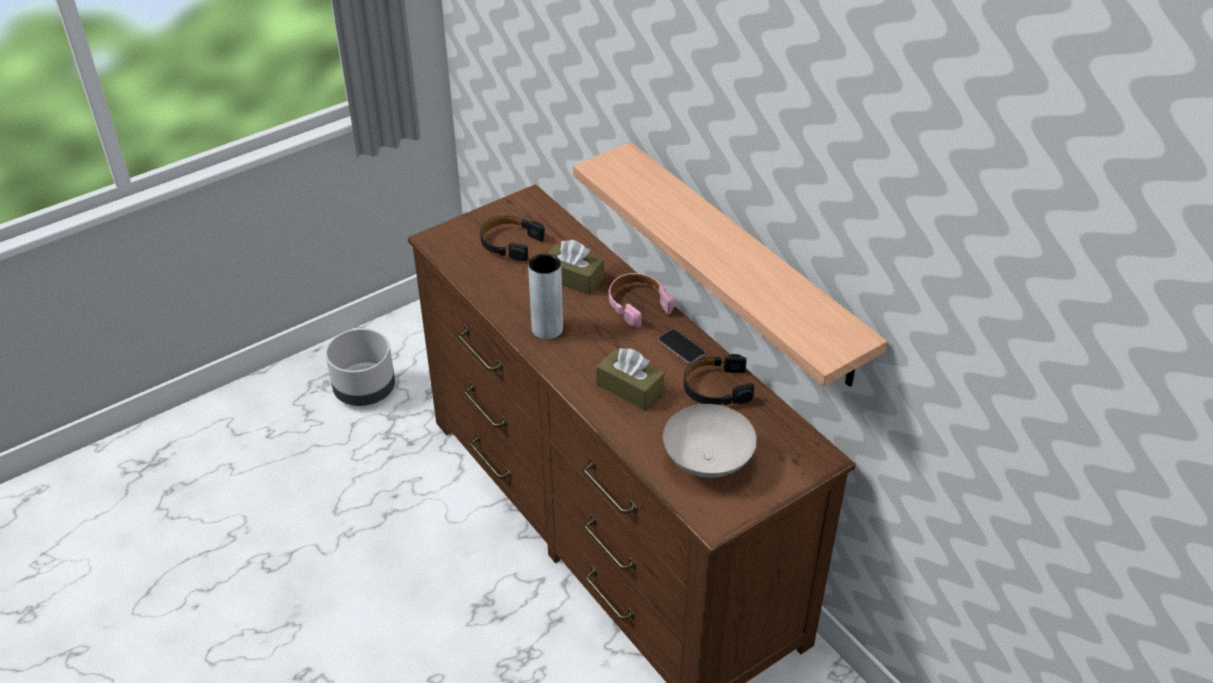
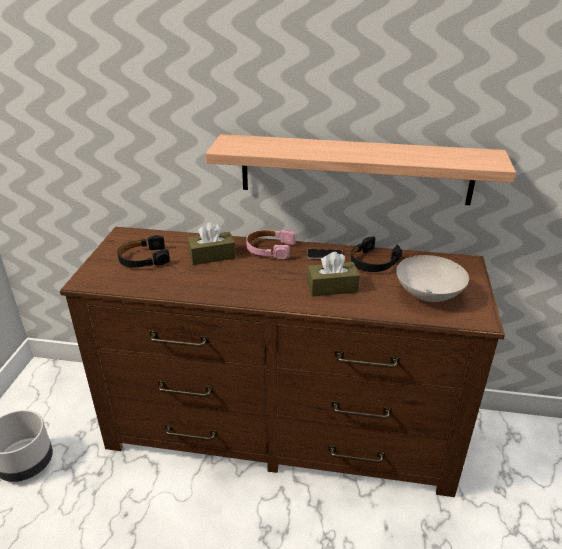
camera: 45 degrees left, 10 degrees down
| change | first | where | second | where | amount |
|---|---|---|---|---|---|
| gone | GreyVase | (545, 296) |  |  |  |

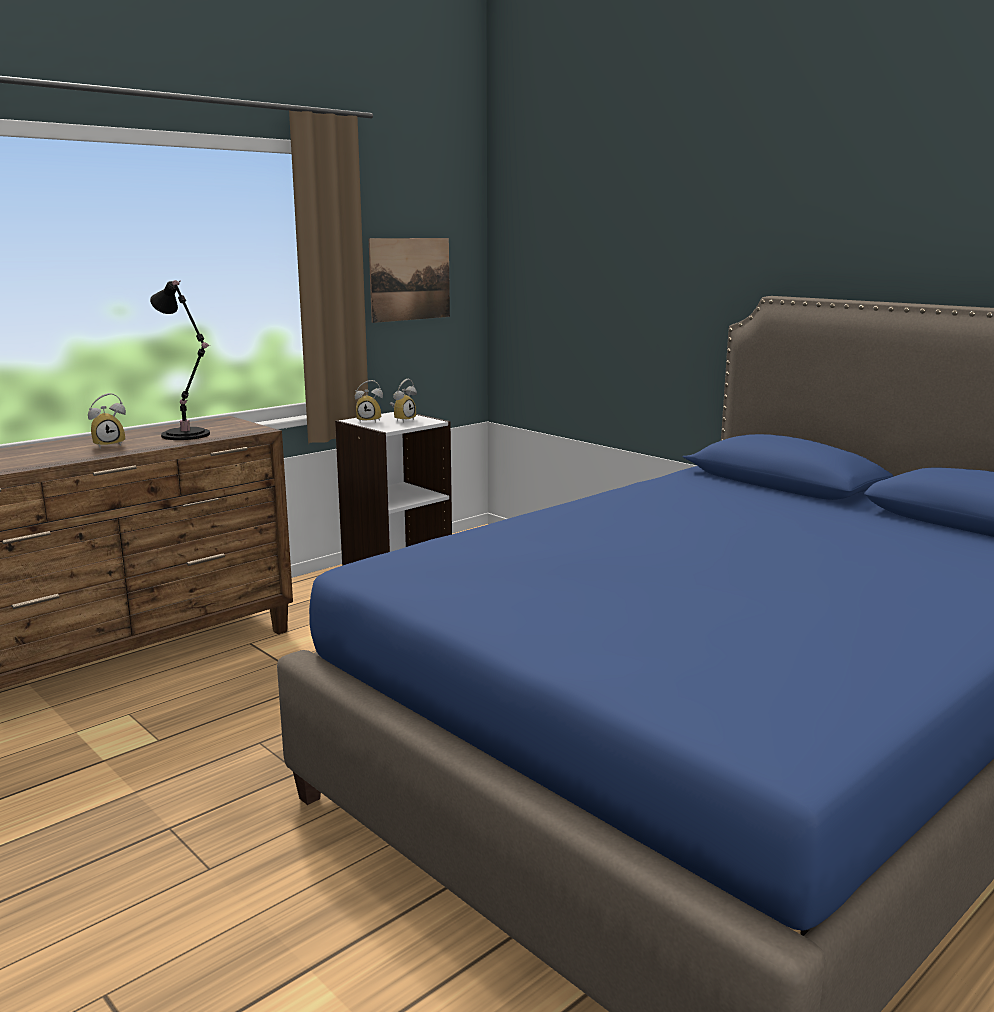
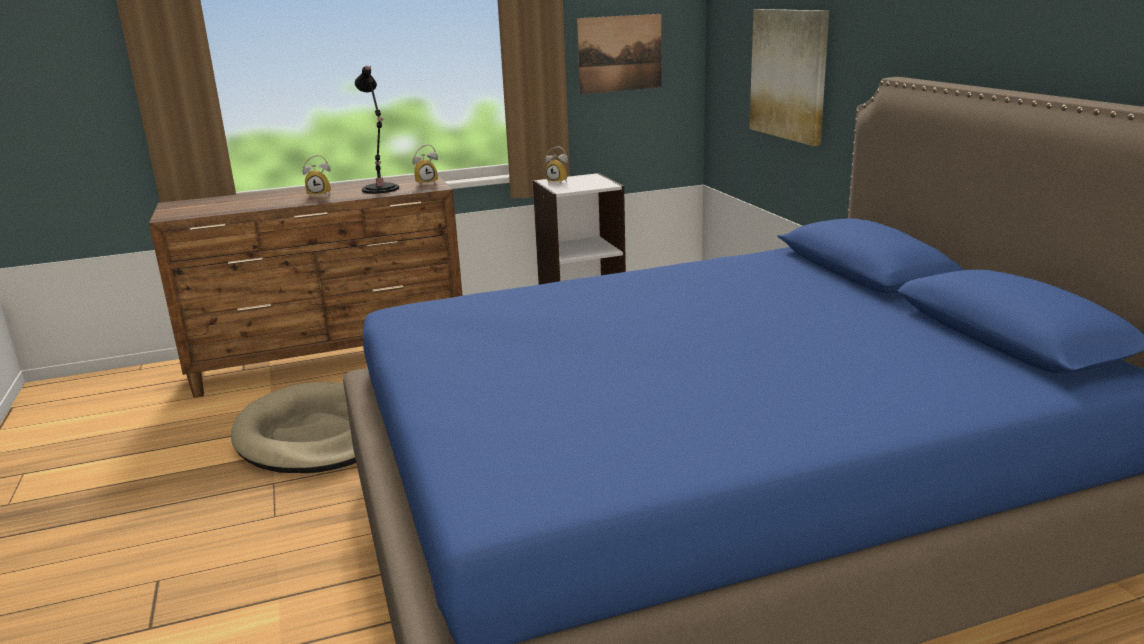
camera: 25 degrees right, 5 degrees up
| change | first | where | second | where | amount |
|---|---|---|---|---|---|
| shifted | AlarmClock | (403, 401) |  | (425, 165) |  |
| new |  |  | BeigeDogBed | (293, 427) |  |
| new |  |  | Picture | (789, 77) |  |

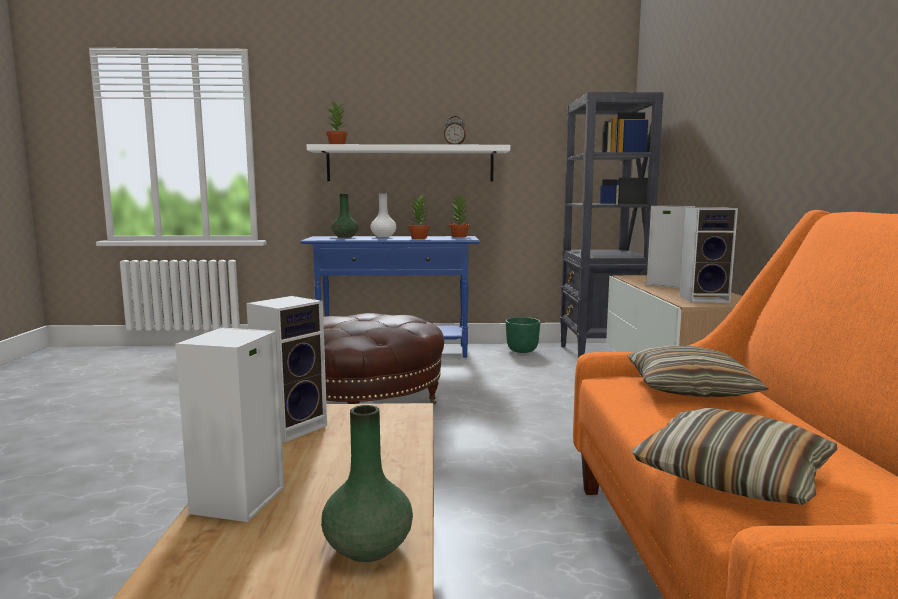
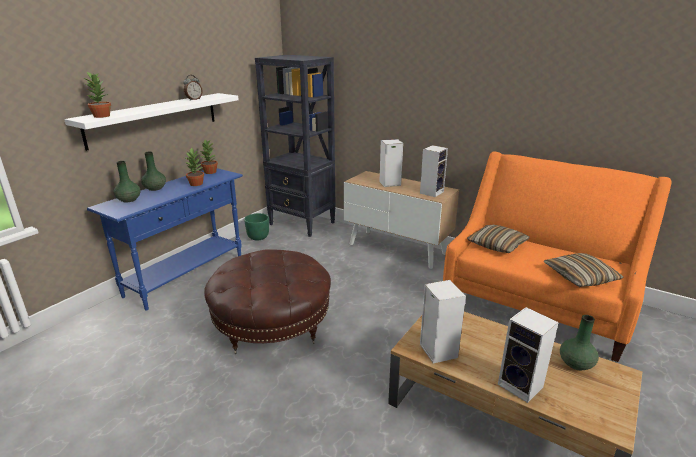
camera: 55 degrees left, 15 degrees up
| change | first | where | second | where | amount |
|---|---|---|---|---|---|
| repainted | WhiteVase | (384, 215) | GreenVase | (153, 171) |  |

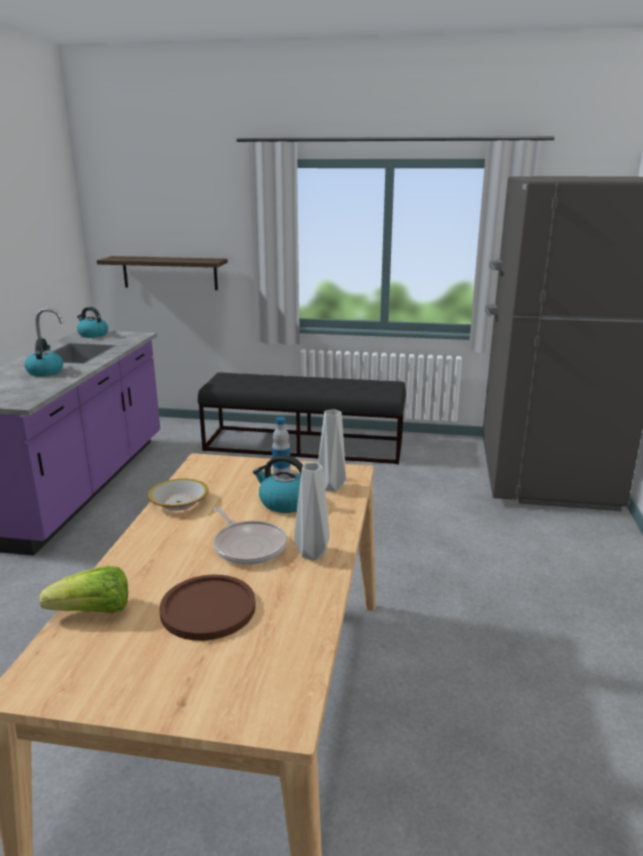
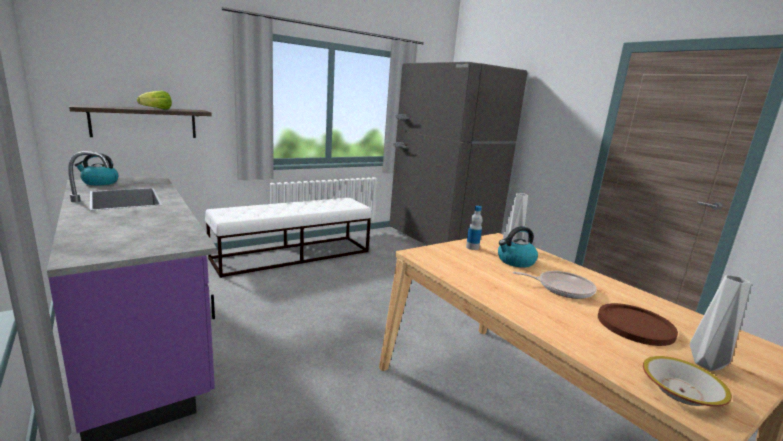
camera: 45 degrees left, 5 degrees down
| change | first | where | second | where | amount |
|---|---|---|---|---|---|
| gone | Kettle | (43, 357) |  |  |  |
| shifted | Lettuce | (84, 589) |  | (154, 100) |  |
| shifted | Bowl | (178, 494) |  | (687, 381) |  |
| repainted | BlackBench | (302, 418) | WhiteBench | (288, 237) |  |
| shifted | GreyVase | (312, 511) |  | (720, 323) |  |

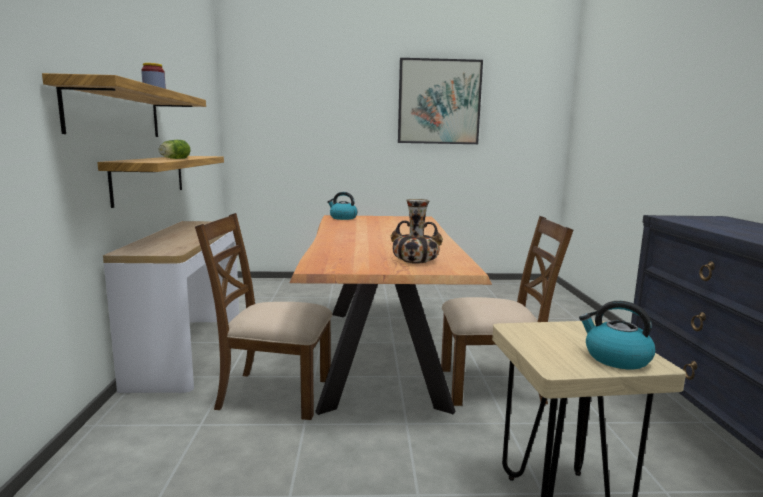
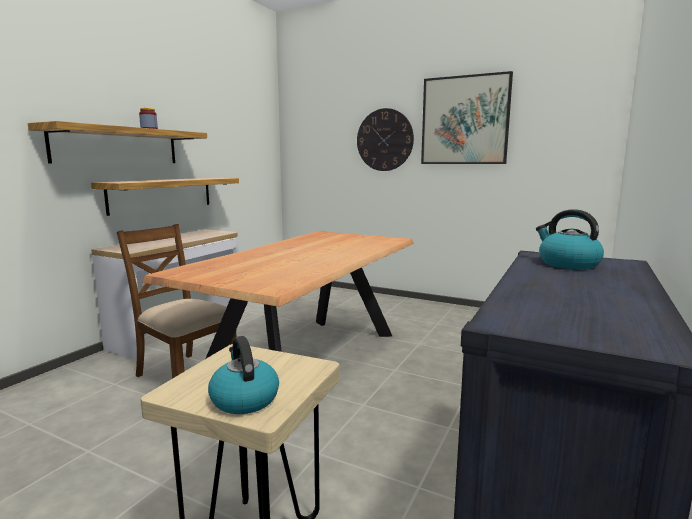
camera: 30 degrees right, 0 degrees up
| change | first | where | second | where | amount |
|---|---|---|---|---|---|
| gone | Lettuce | (174, 149) |  |  |  |
| shifted | Kettle | (342, 206) |  | (570, 239) |  |
| gone | Vase | (417, 231) |  |  |  |
| gone | BrownChair | (507, 311) |  |  |  |
| new |  |  | WallClock | (385, 139) |  |

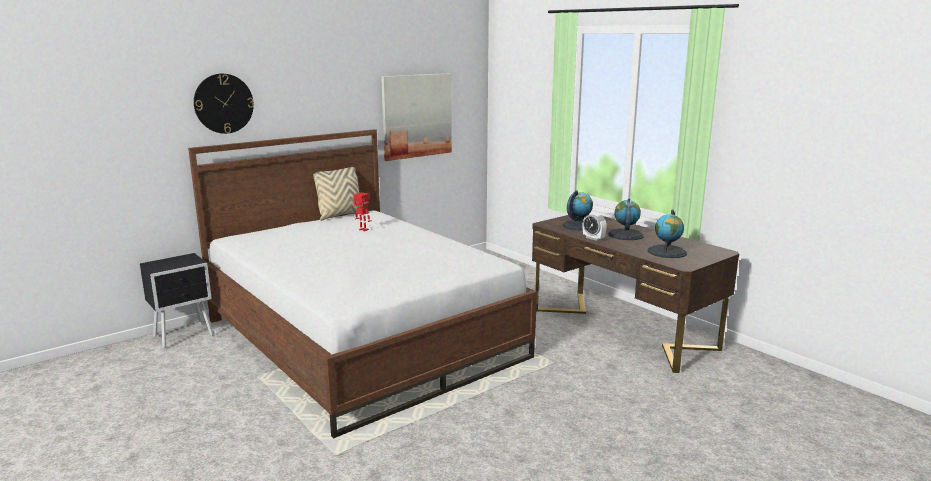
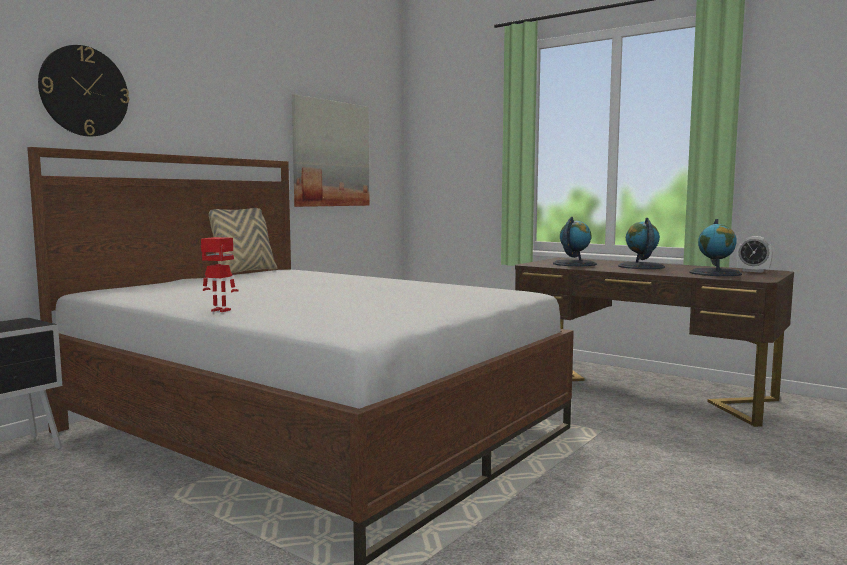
camera: 15 degrees left, 10 degrees down
| change | first | where | second | where | amount |
|---|---|---|---|---|---|
| shifted | ToyRobot | (362, 211) |  | (220, 274) |  |
| shifted | AlarmClock | (595, 226) |  | (754, 254) |  |

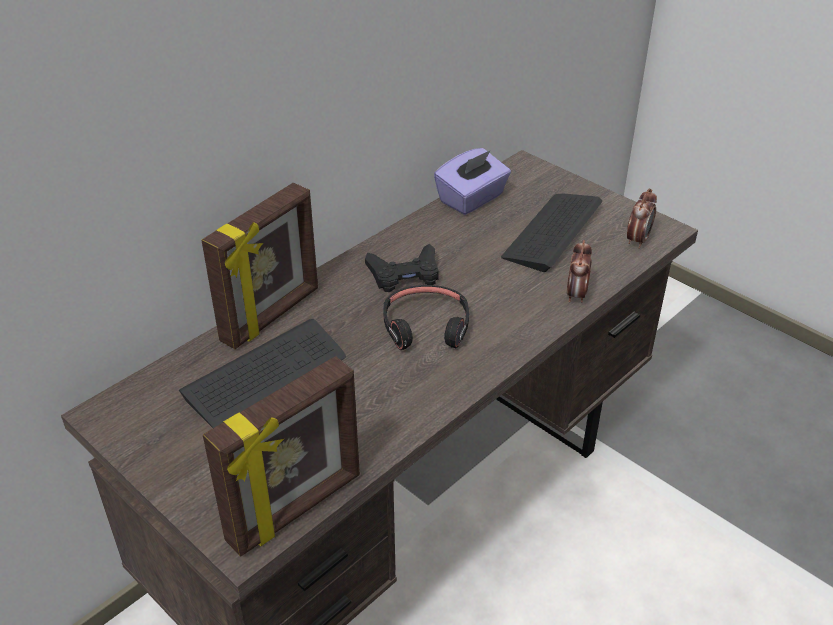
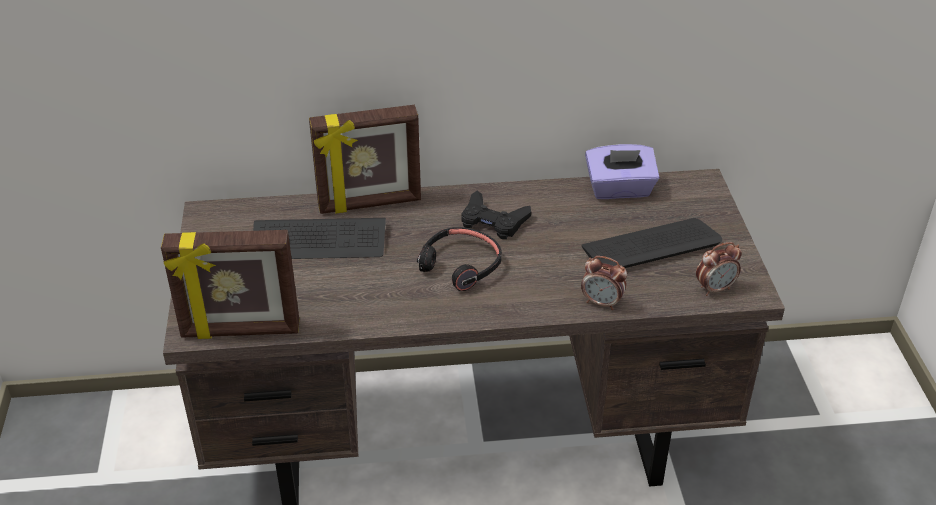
camera: 40 degrees right, 0 degrees up
| change | first | where | second | where | amount |
|---|---|---|---|---|---|
| rotated | AlarmClock | (579, 271) |  | (604, 283) | 120 degrees counterclockwise |

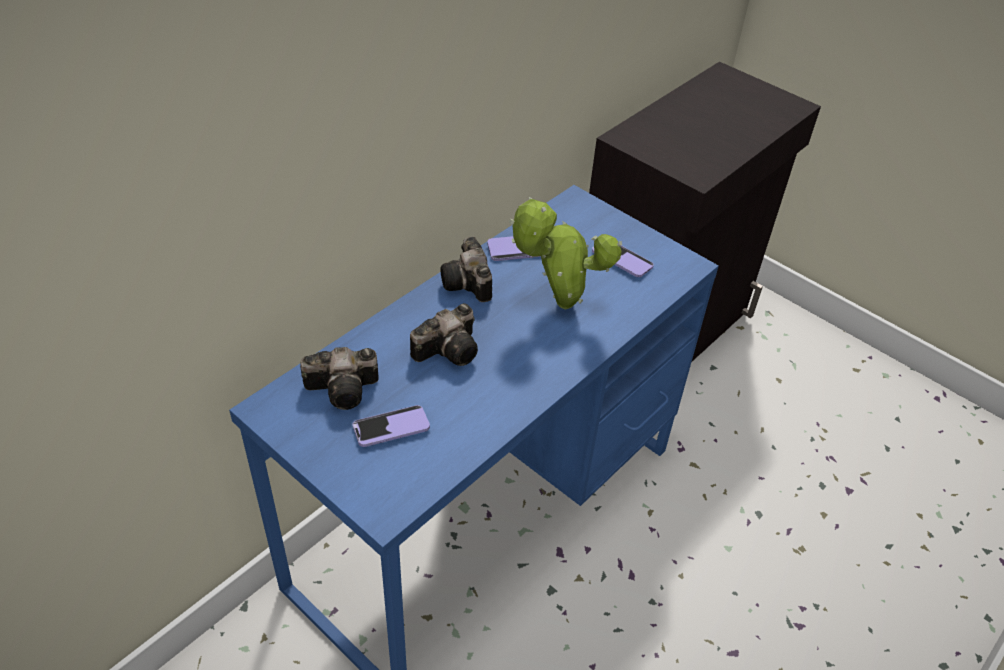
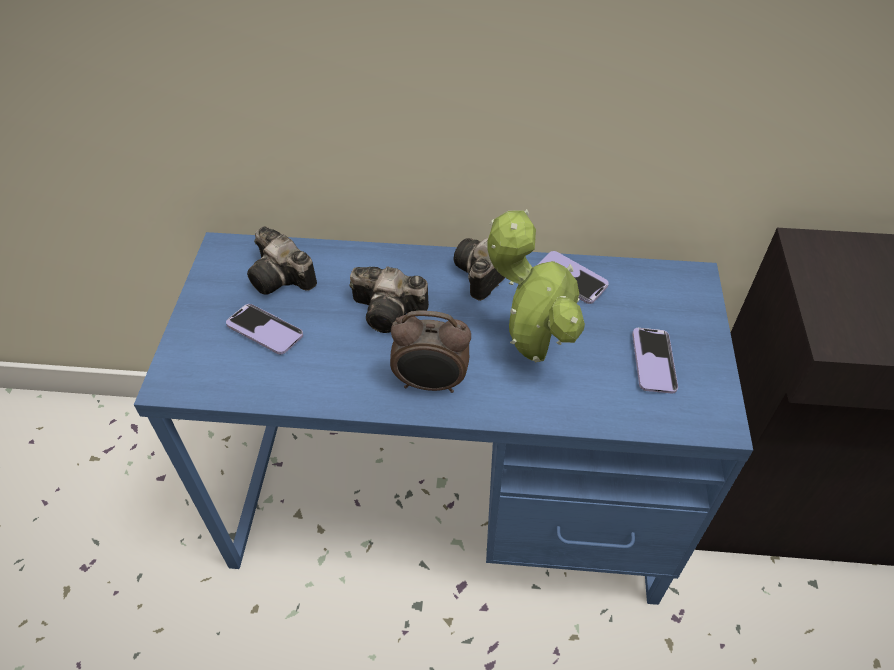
camera: 55 degrees right, 5 degrees up
| change | first | where | second | where | amount |
|---|---|---|---|---|---|
| new |  |  | AlarmClock | (430, 352) |  |

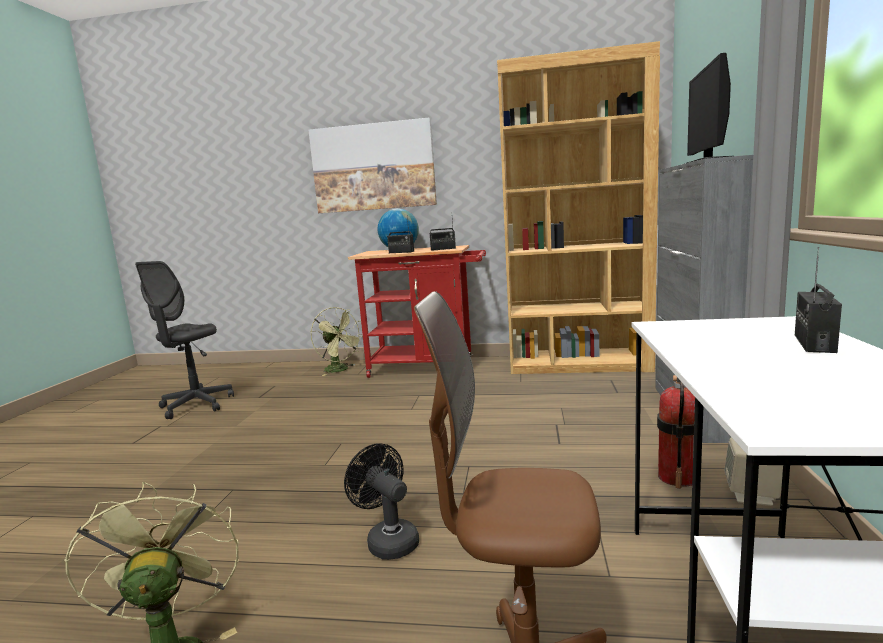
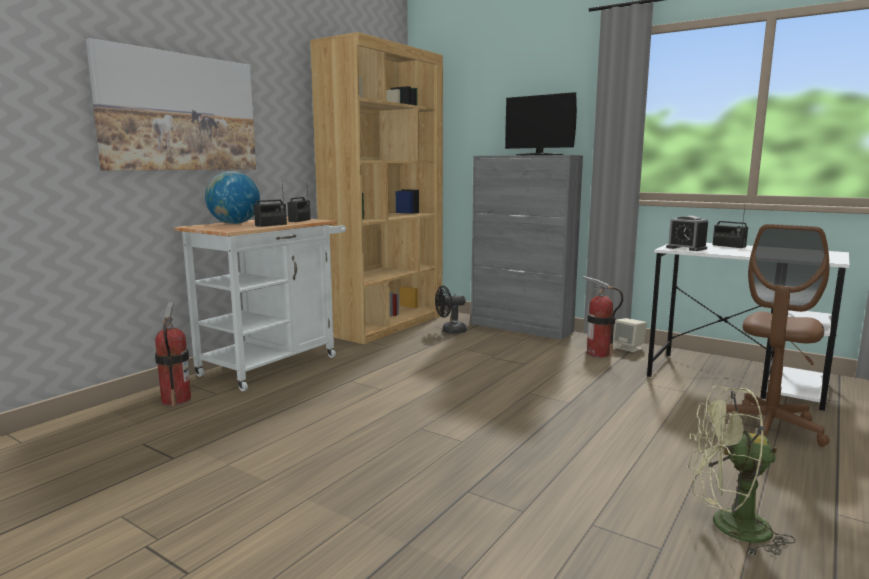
camera: 65 degrees left, 0 degrees up
| change | first | where | second | where | amount |
|---|---|---|---|---|---|
| gone | GreyOfficeChair | (184, 340) |  |  |  |
| swapped | GreenFan | (337, 341) | FireExtinguisher | (173, 354) |  |
| shifted | BlackFan | (381, 501) |  | (451, 310) |  |
| repainted | RedCart | (417, 311) | WhiteCart | (260, 304) |  |
| new |  |  | AlarmClock | (687, 233) |  |

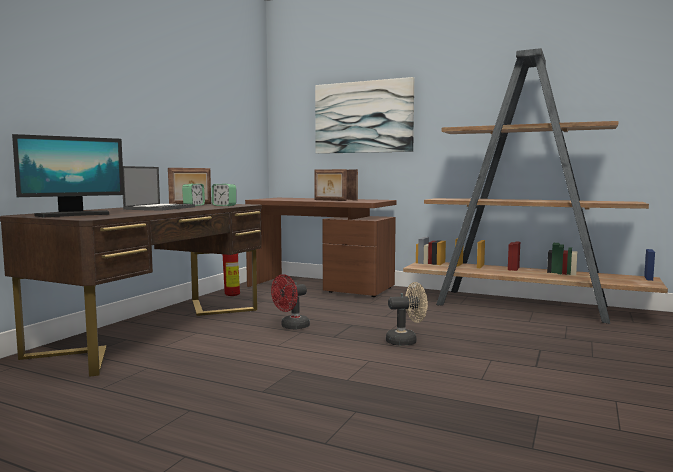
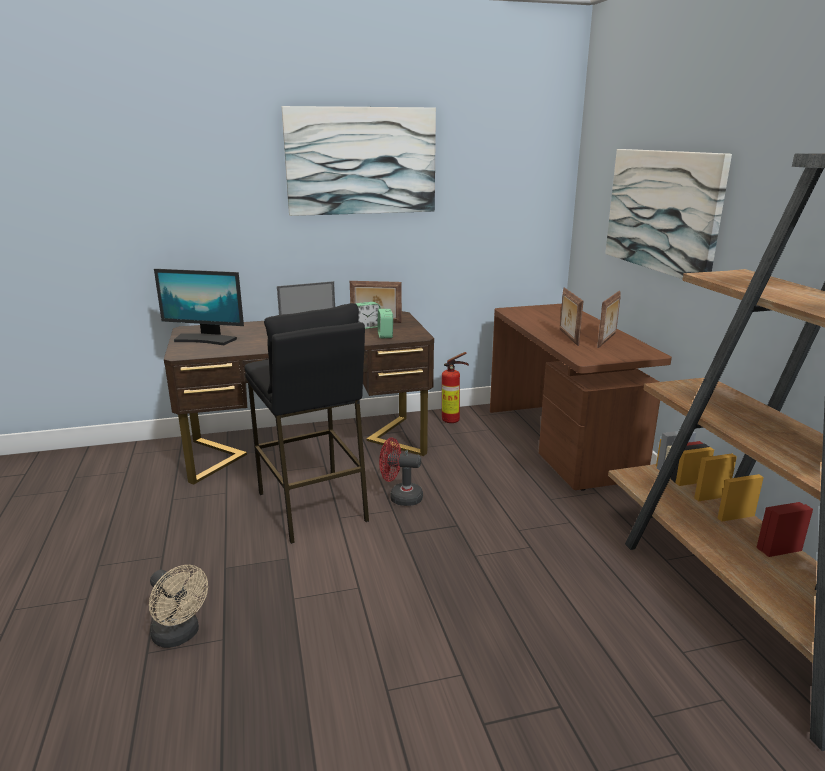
camera: 50 degrees right, 15 degrees up
| change | first | where | second | where | amount |
|---|---|---|---|---|---|
| shifted | BeigeFan | (407, 314) |  | (178, 606) |  |
| new |  |  | BlackStool | (306, 423) |  |
| new |  |  | Picture | (359, 161) |  |

